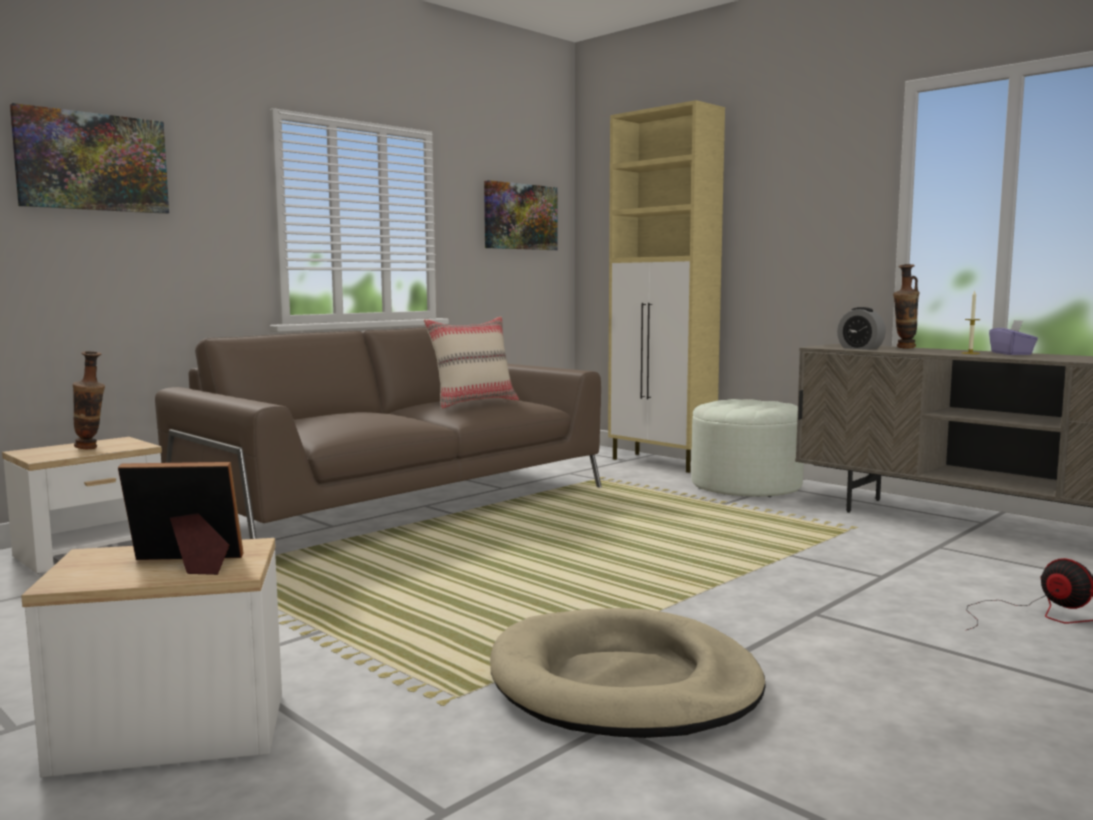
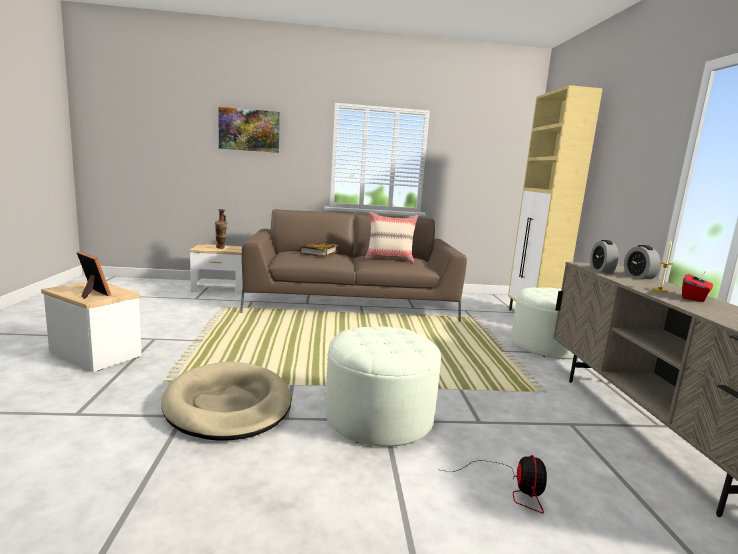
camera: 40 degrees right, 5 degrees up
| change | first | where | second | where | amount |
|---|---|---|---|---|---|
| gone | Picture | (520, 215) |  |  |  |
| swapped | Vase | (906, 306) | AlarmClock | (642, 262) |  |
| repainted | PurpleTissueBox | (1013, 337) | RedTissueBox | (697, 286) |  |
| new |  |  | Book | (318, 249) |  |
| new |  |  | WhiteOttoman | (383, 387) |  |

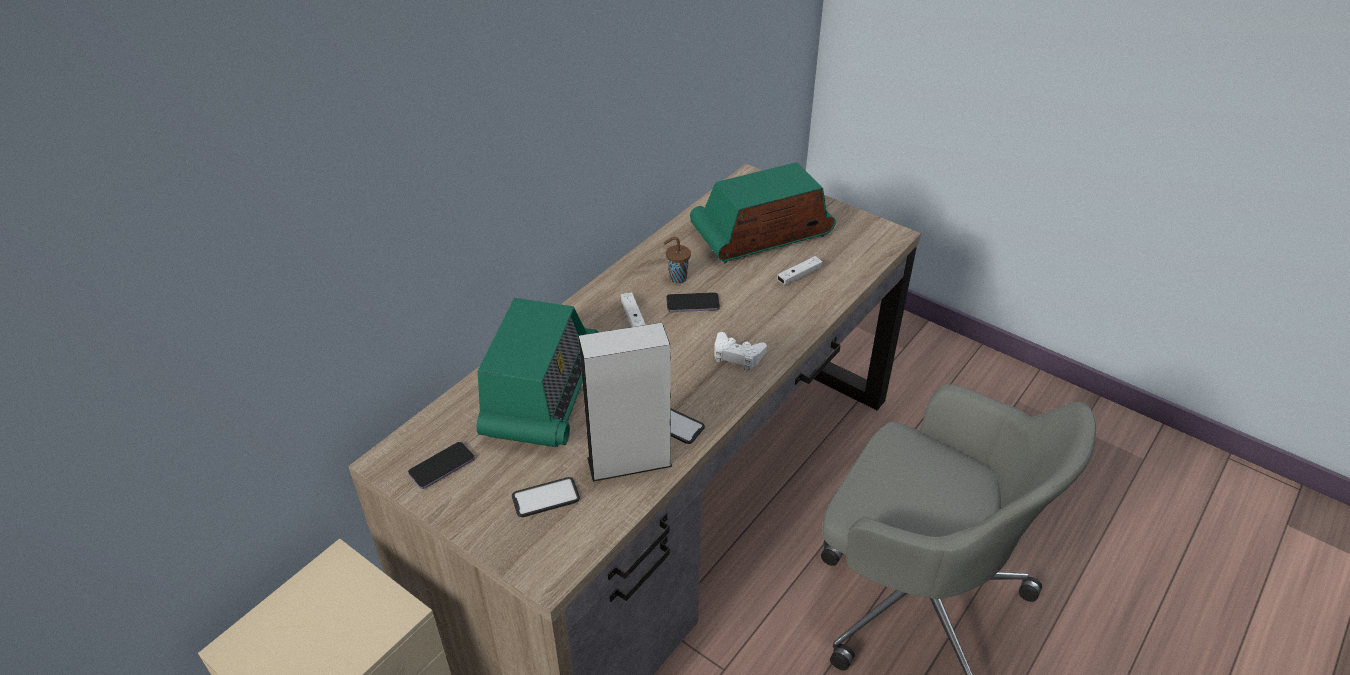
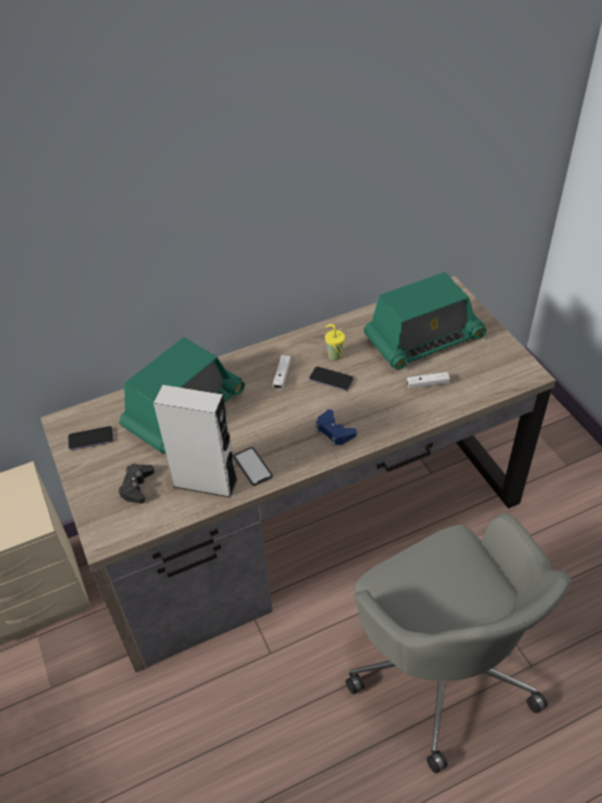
camera: 30 degrees right, 5 degrees up
| change | first | where | second | where | amount |
|---|---|---|---|---|---|
| swapped | Phone | (546, 497) | BlackGameController | (137, 484) |  |
| repainted | BrownCup | (677, 260) | YellowCup | (335, 342) |  |
| rotated | Radio | (763, 212) |  | (425, 321) | 150 degrees clockwise |
| repainted | WhiteGameController | (740, 351) | BlueGameController | (336, 427) |  |

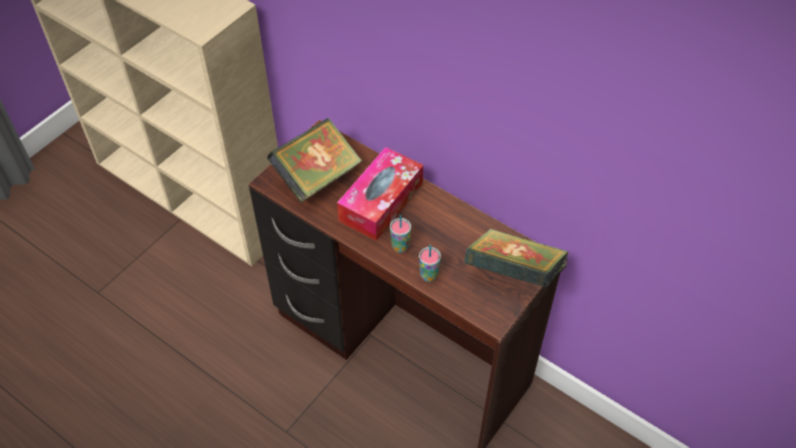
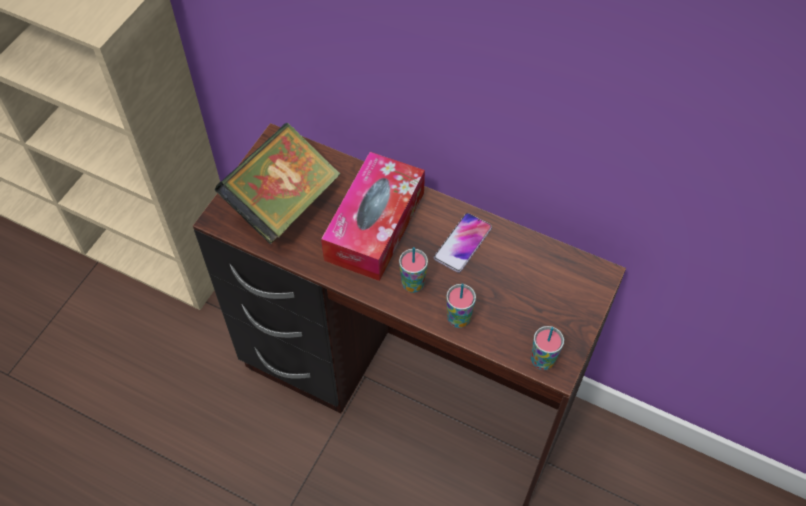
camera: 10 degrees left, 5 degrees up
| change | first | where | second | where | amount |
|---|---|---|---|---|---|
| gone | Book | (516, 258) |  |  |  |
| new |  |  | Phone | (463, 243) |  |
| new |  |  | Cup | (547, 348) |  |

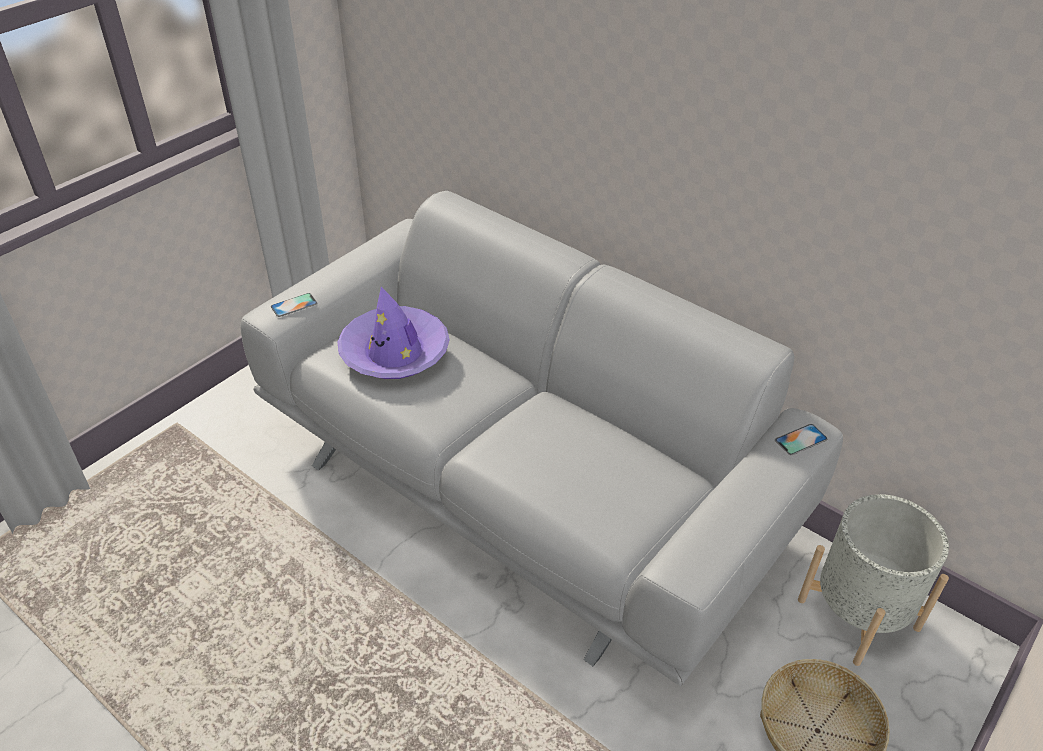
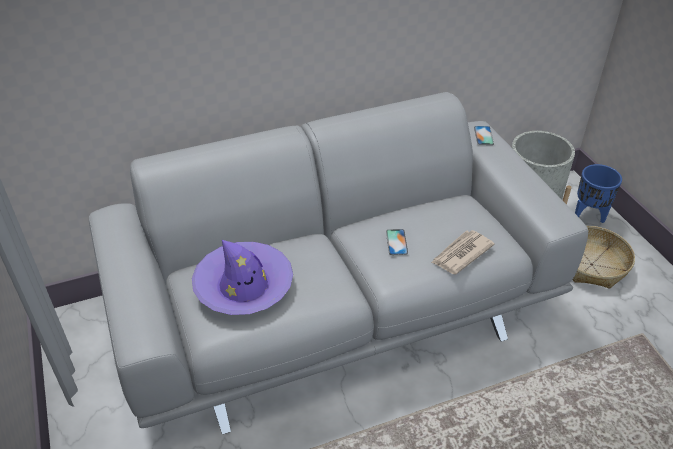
camera: 60 degrees left, 0 degrees up
| change | first | where | second | where | amount |
|---|---|---|---|---|---|
| shifted | Phone | (294, 305) |  | (397, 242) |  |
| new |  |  | Newspaper | (463, 252) |  |
| new |  |  | BluePlanter | (598, 193) |  |

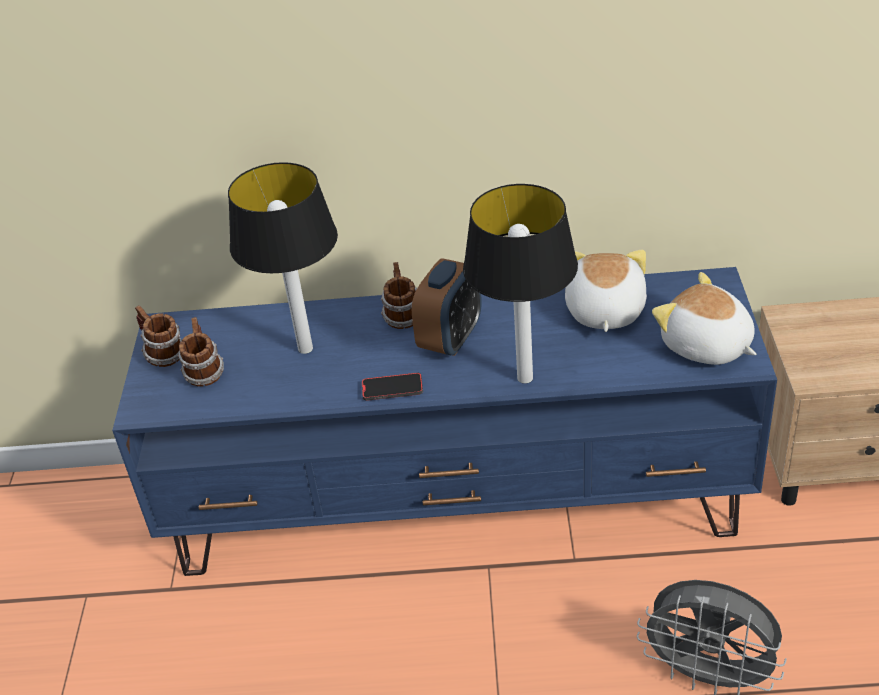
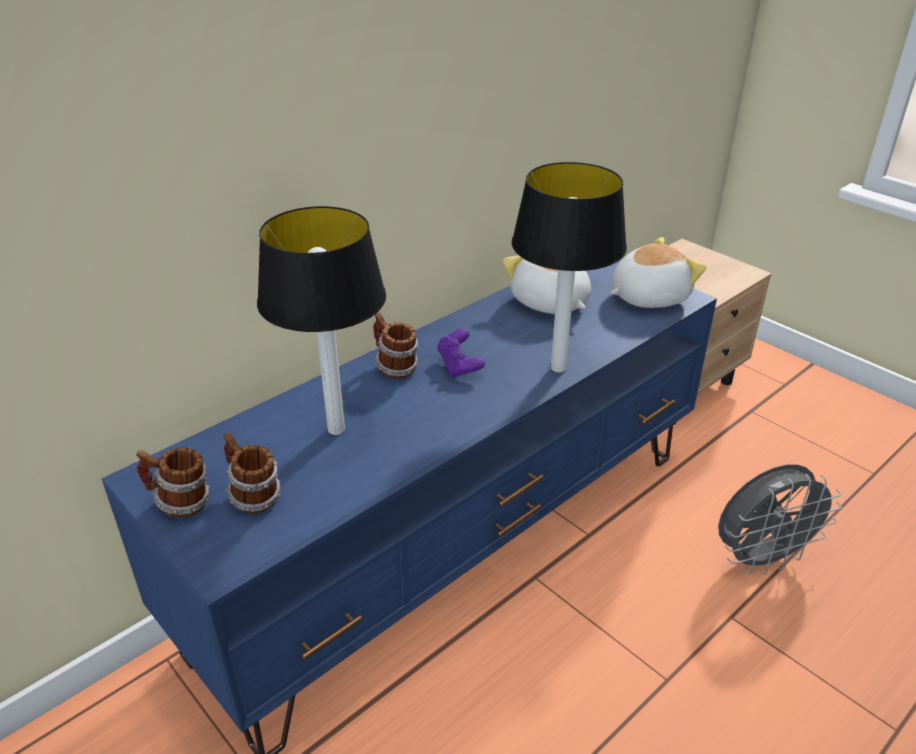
camera: 45 degrees left, 5 degrees down
| change | first | where | second | where | amount |
|---|---|---|---|---|---|
| gone | Phone | (392, 387) |  |  |  |
| swapped | AlarmClock | (447, 307) | PurpleGameController | (461, 353) |  |
| rotated | PlushToy | (704, 318) |  | (658, 272) | 150 degrees clockwise |

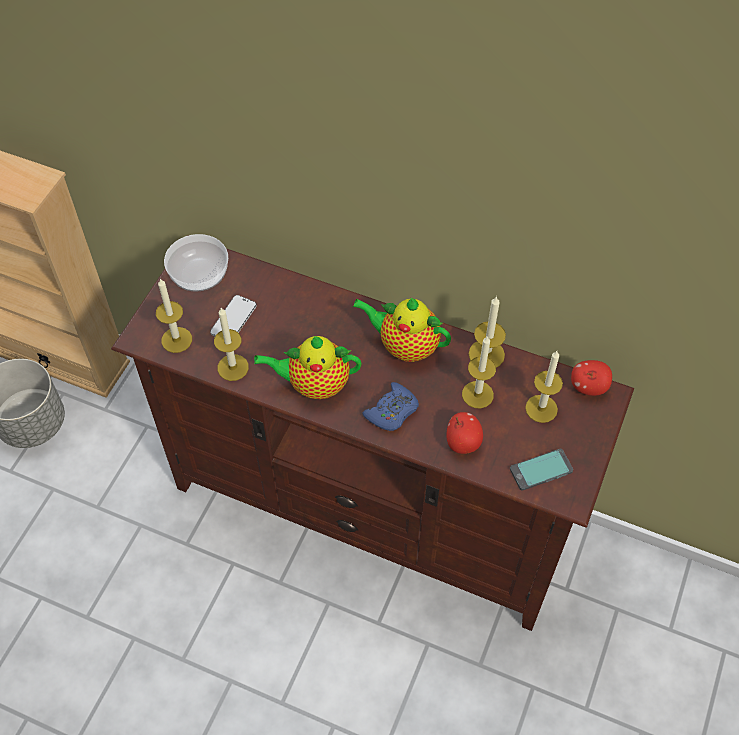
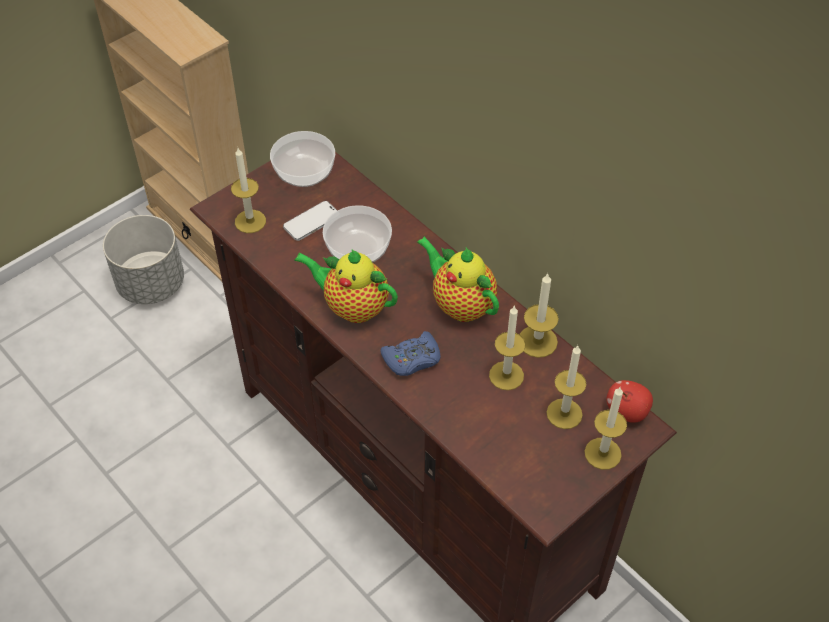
camera: 25 degrees right, 5 degrees down
| change | first | where | second | where | amount |
|---|---|---|---|---|---|
| shifted | Candle | (231, 344) |  | (606, 428) |  |
| gone | Apple | (464, 433) |  |  |  |
| gone | Phone | (541, 470) |  |  |  |
| new |  |  | Bowl | (357, 234) |  |

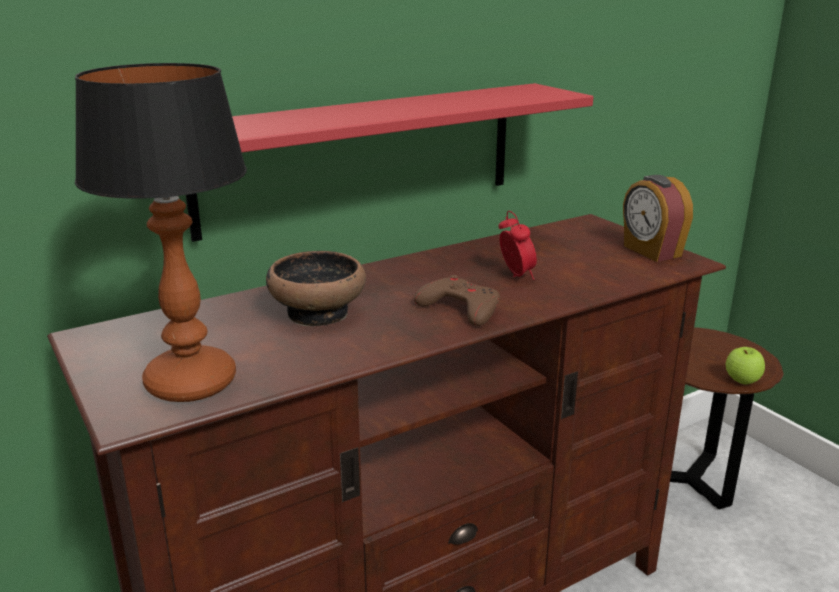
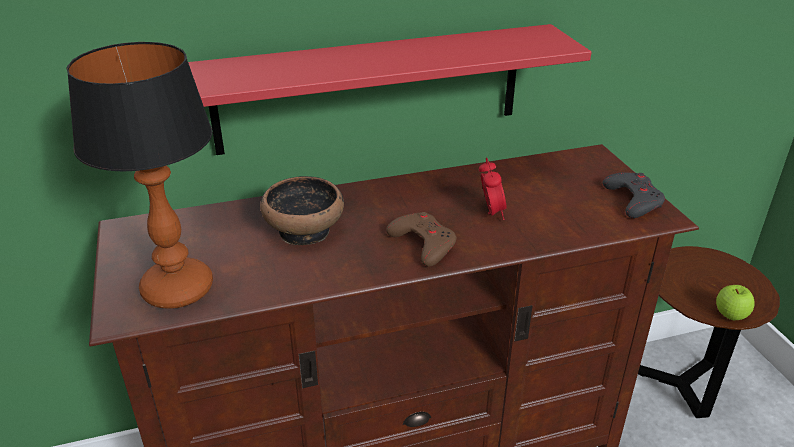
camera: 15 degrees right, 10 degrees up
| change | first | where | second | where | amount |
|---|---|---|---|---|---|
| swapped | AlarmClock | (658, 218) | GreyGameController | (634, 195) |  |

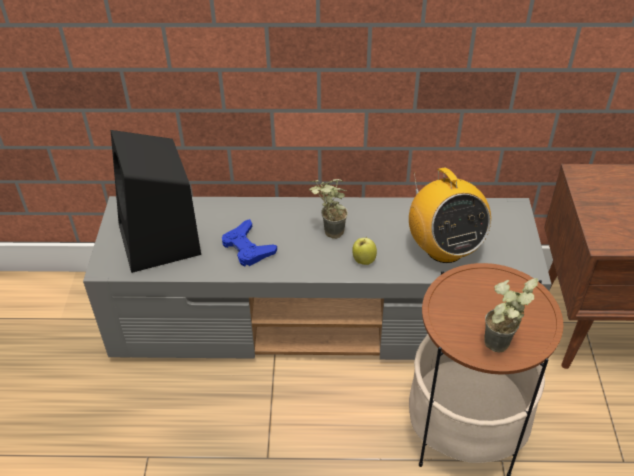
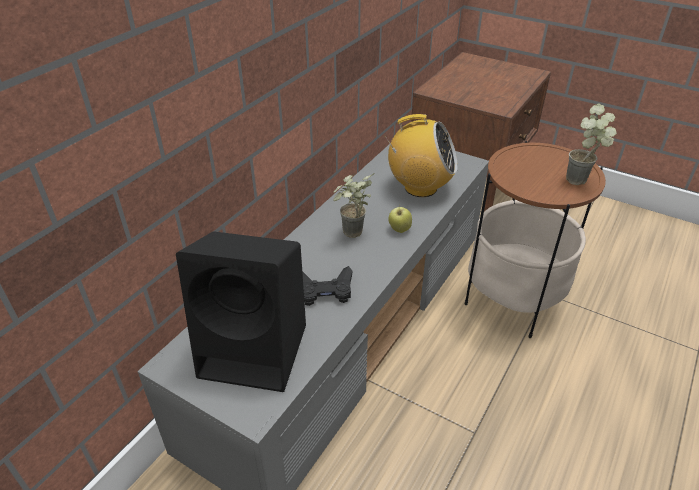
camera: 60 degrees left, 5 degrees down
| change | first | where | second | where | amount |
|---|---|---|---|---|---|
| repainted | BlueGameController | (249, 242) | BlackGameController | (327, 286) |  |

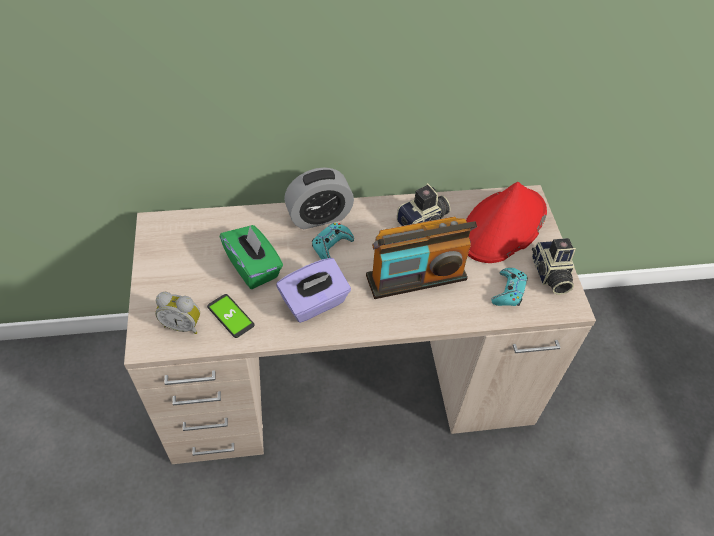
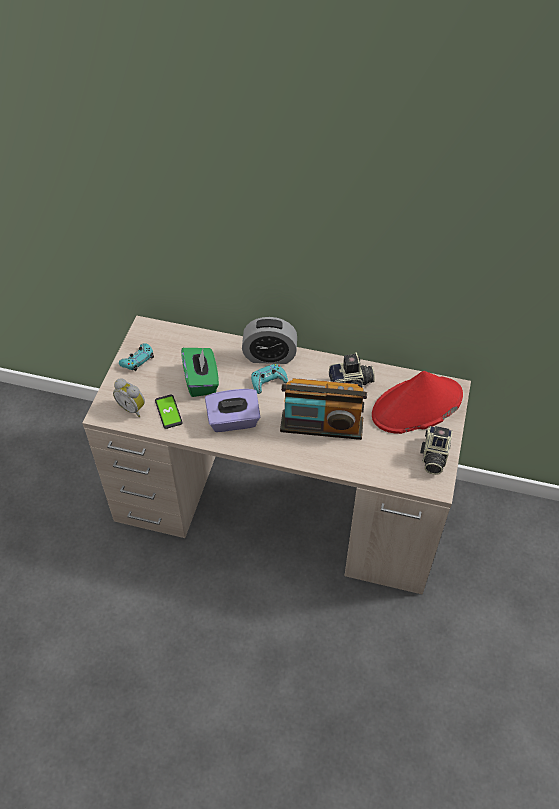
camera: 25 degrees right, 0 degrees up
| change | first | where | second | where | amount |
|---|---|---|---|---|---|
| shifted | TurquoiseGameController | (509, 287) |  | (136, 357) |  |

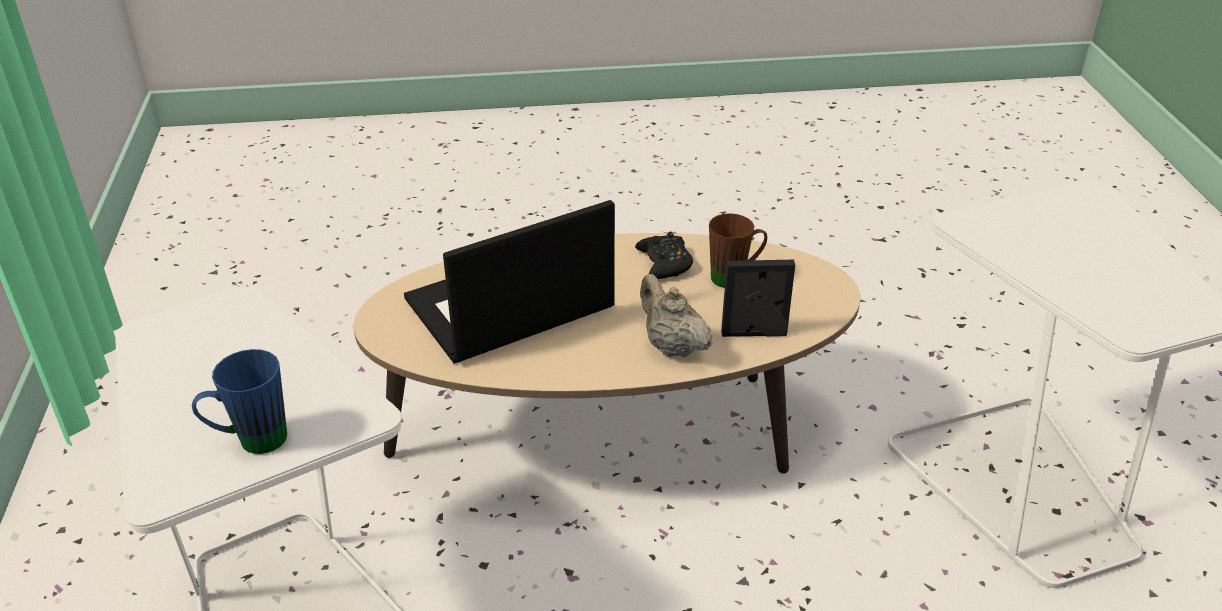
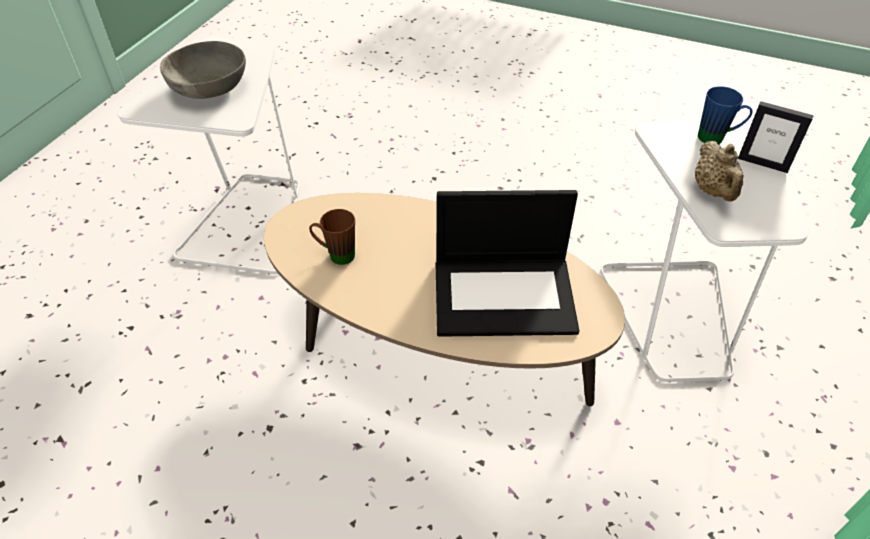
camera: 150 degrees left, 10 degrees up
| change | first | where | second | where | amount |
|---|---|---|---|---|---|
| gone | BlackGameController | (664, 255) |  |  |  |
| shifted | BeigeTeapot | (676, 315) |  | (719, 171) |  |
| shifted | PictureFrame | (758, 298) |  | (776, 137) |  |
| new |  |  | GreyBowl | (203, 70) |  |

